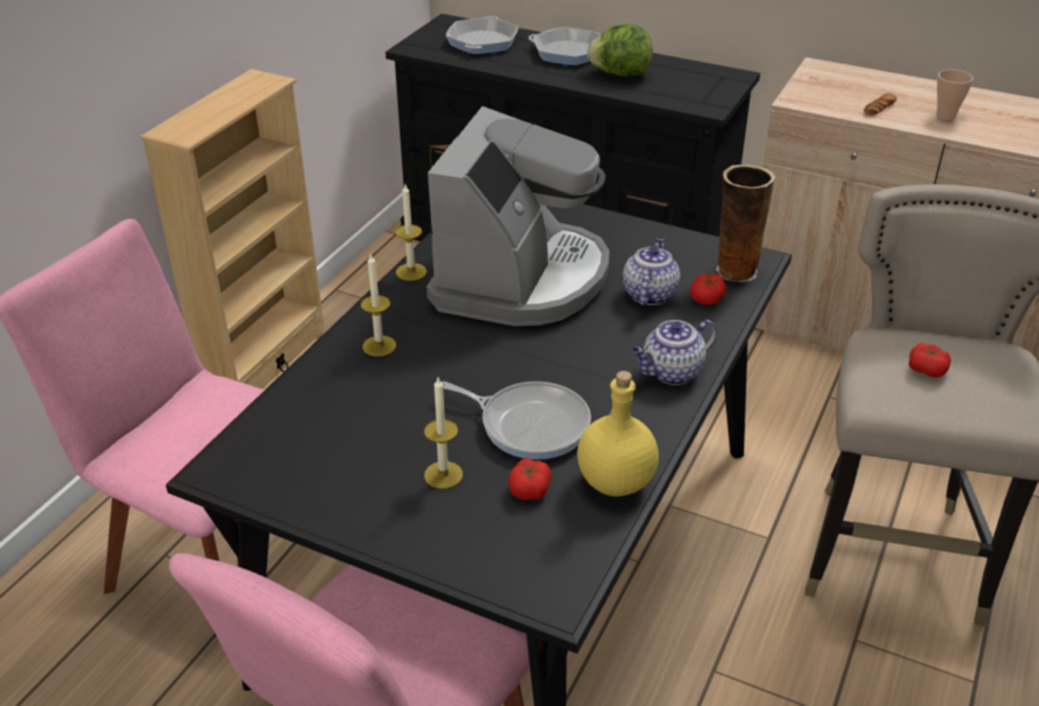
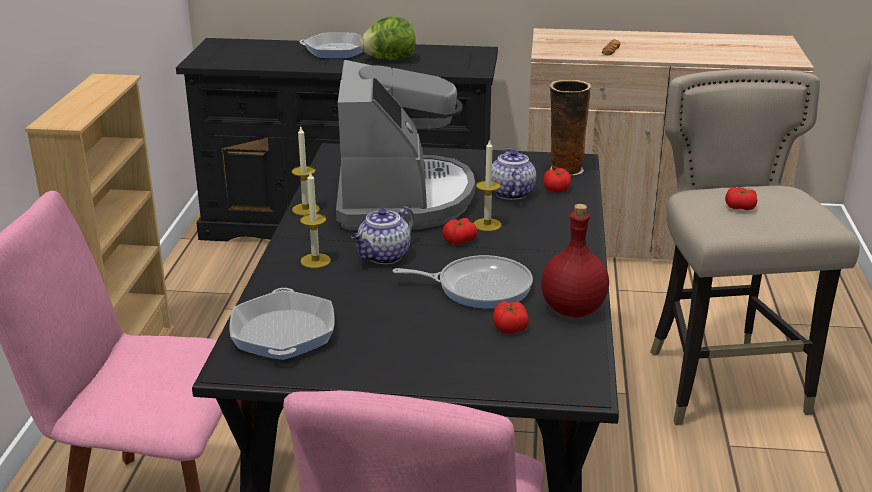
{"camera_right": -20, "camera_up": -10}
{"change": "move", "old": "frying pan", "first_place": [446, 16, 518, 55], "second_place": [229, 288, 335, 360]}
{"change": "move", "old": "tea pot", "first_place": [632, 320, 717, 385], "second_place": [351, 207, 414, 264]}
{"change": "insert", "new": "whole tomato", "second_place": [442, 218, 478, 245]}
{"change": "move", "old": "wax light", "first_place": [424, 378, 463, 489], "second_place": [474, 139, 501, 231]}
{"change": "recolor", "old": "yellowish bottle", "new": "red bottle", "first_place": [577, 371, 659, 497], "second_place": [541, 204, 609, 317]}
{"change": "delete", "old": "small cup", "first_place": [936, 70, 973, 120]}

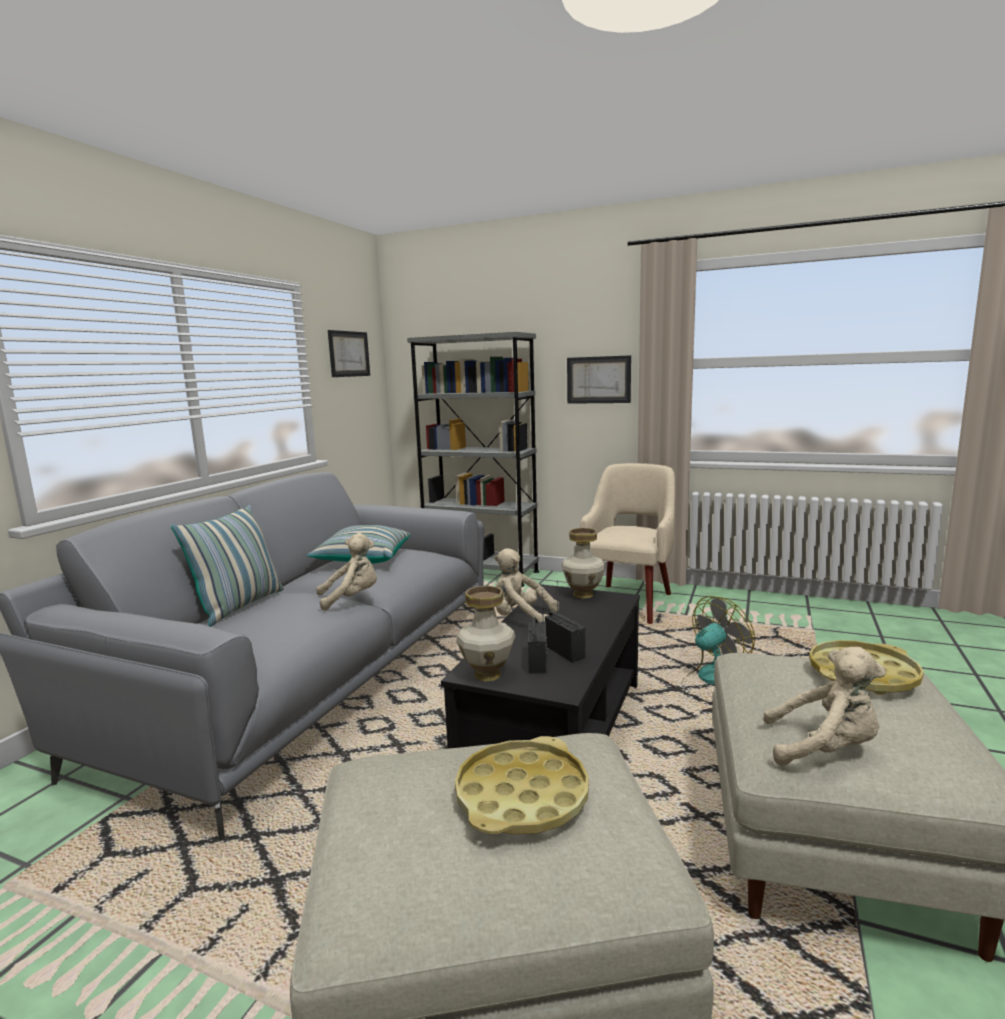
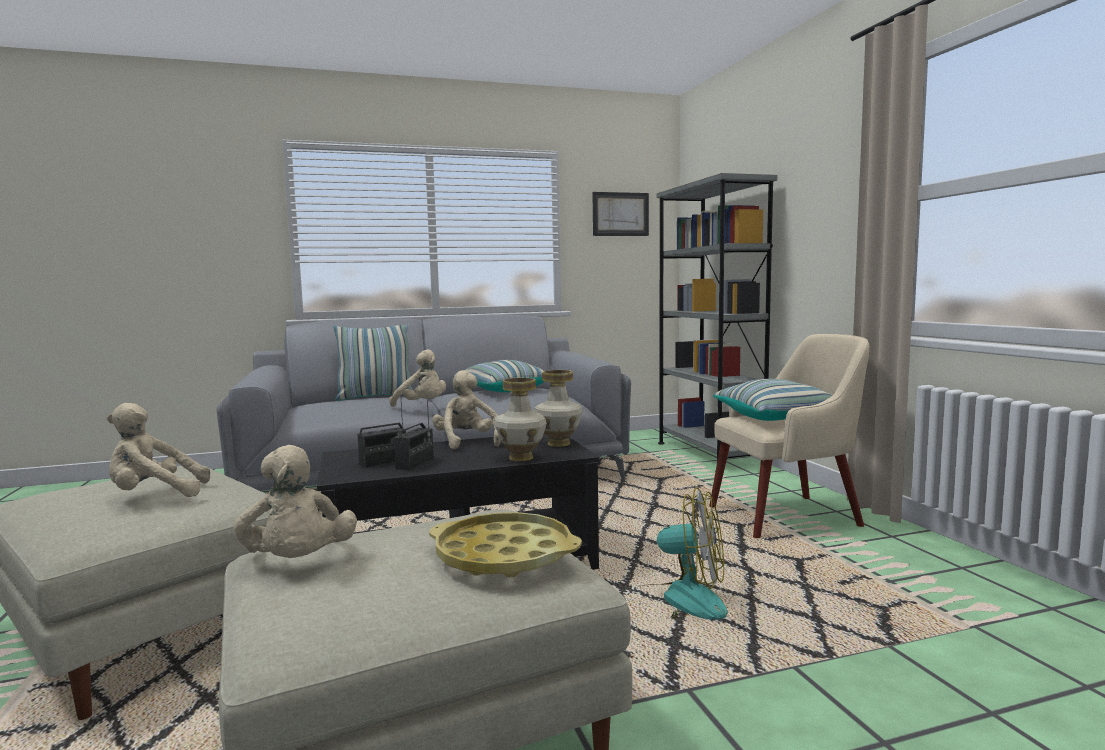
{"camera_right": 50, "camera_up": -5}
{"change": "replace", "old": "yellowish tray", "new": "beige plush toy", "first_place": [455, 736, 589, 834], "second_place": [107, 403, 210, 497]}
{"change": "move", "old": "vase", "first_place": [456, 586, 515, 681], "second_place": [494, 378, 547, 461]}
{"change": "insert", "new": "throw pillow", "second_place": [713, 379, 832, 421]}
{"change": "delete", "old": "picture", "first_place": [567, 355, 631, 404]}

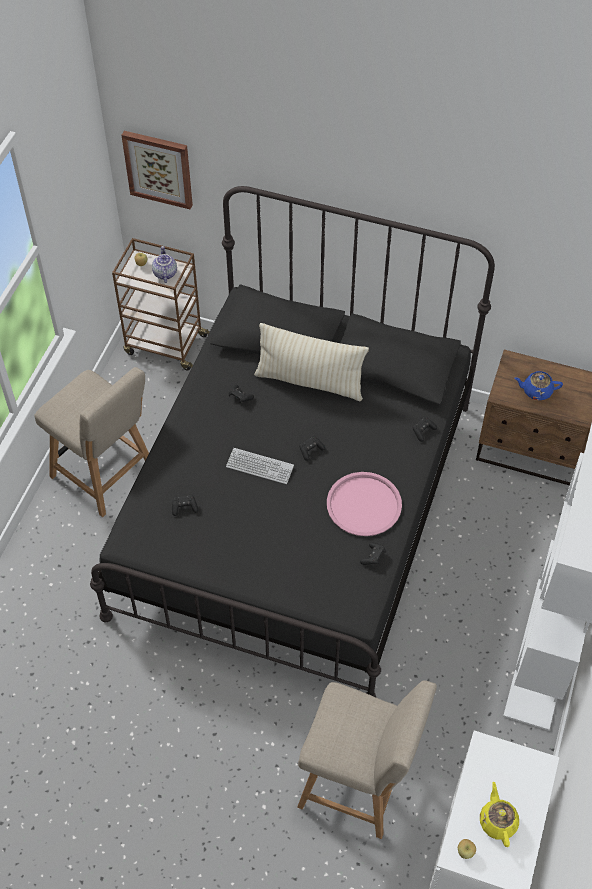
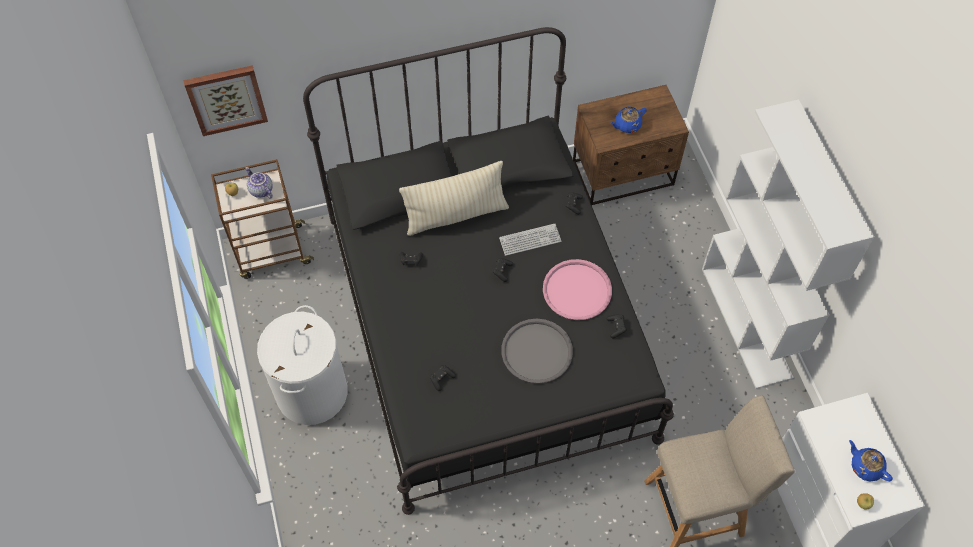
{"camera_right": -35, "camera_up": 5}
{"change": "replace", "old": "beige plain chair", "new": "white-coloured washing basket", "first_place": [34, 367, 149, 517], "second_place": [257, 305, 348, 425]}
{"change": "move", "old": "keyboard", "first_place": [226, 448, 294, 484], "second_place": [499, 224, 561, 256]}
{"change": "insert", "new": "gray tray", "second_place": [501, 319, 573, 384]}
{"change": "recolor", "old": "yellowish tea pot", "new": "bluish tea pot", "first_place": [480, 781, 519, 847], "second_place": [849, 440, 893, 482]}

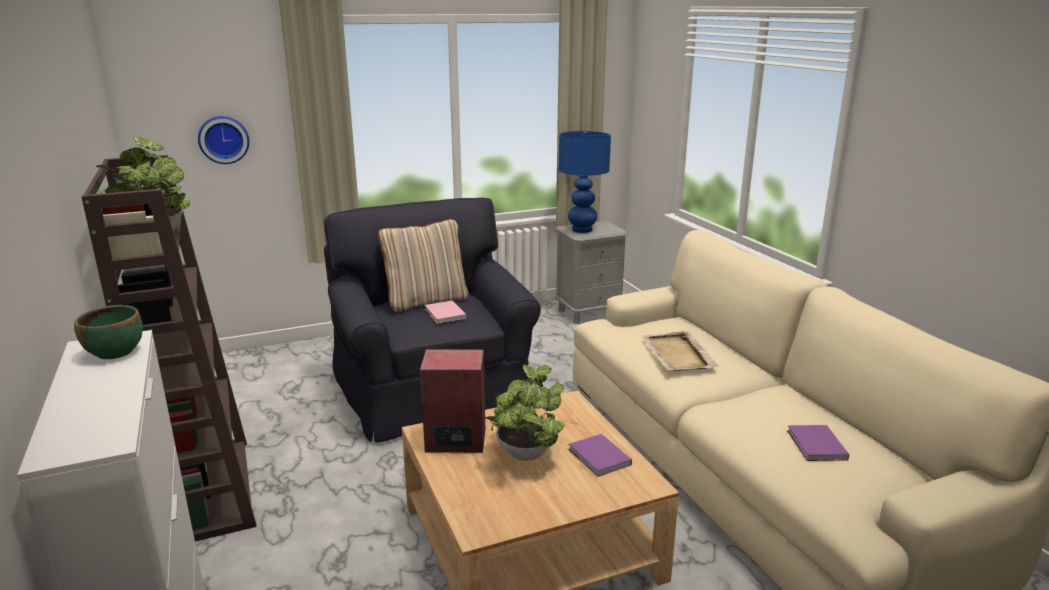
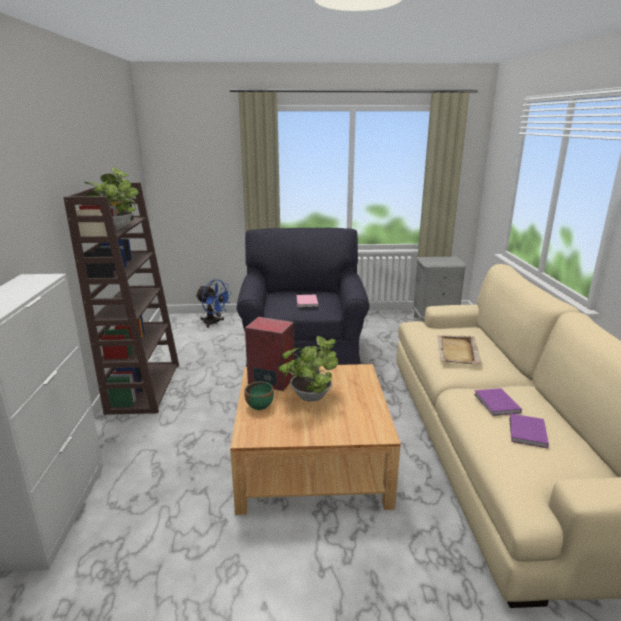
{"camera_right": 20, "camera_up": 0}
{"change": "insert", "new": "bluish fan", "second_place": [195, 280, 232, 328]}
{"change": "move", "old": "greenish serving bowl", "first_place": [74, 305, 143, 359], "second_place": [244, 381, 274, 410]}
{"change": "move", "old": "purplish book", "first_place": [569, 434, 632, 477], "second_place": [474, 388, 522, 416]}
{"change": "delete", "old": "wall clock", "first_place": [198, 116, 249, 164]}
{"change": "delete", "old": "beige throw pillow", "first_place": [378, 219, 468, 312]}
{"change": "delete", "old": "bluish tabletop lamp", "first_place": [559, 131, 611, 233]}

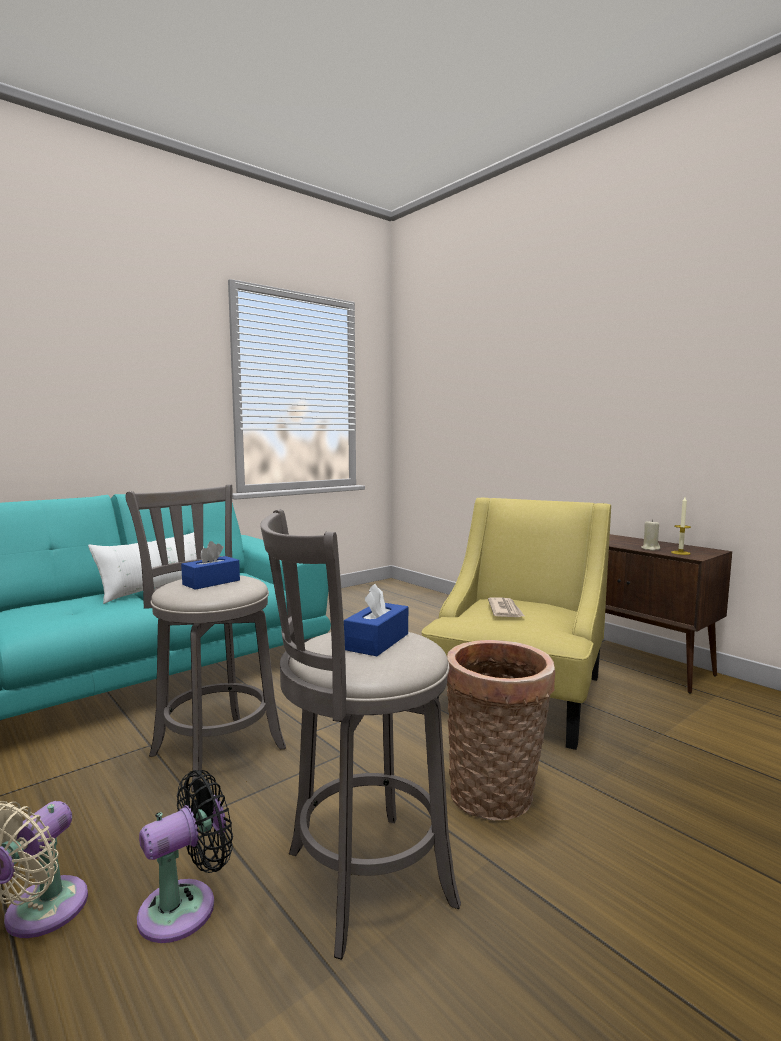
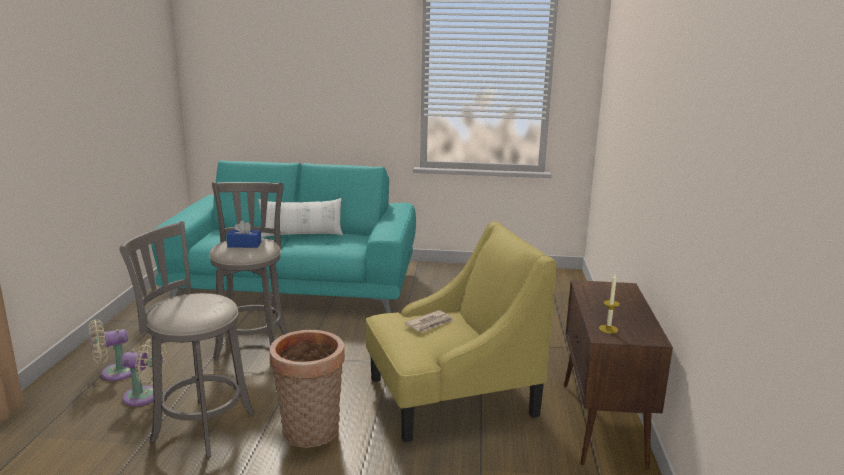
{"camera_right": 45, "camera_up": 10}
{"change": "recolor", "old": "blackish fan", "new": "beige fan", "first_place": [137, 770, 233, 943], "second_place": [121, 338, 167, 406]}
{"change": "delete", "old": "bluish tissue holder", "first_place": [344, 584, 408, 656]}
{"change": "delete", "old": "beige wax light", "first_place": [641, 520, 660, 551]}

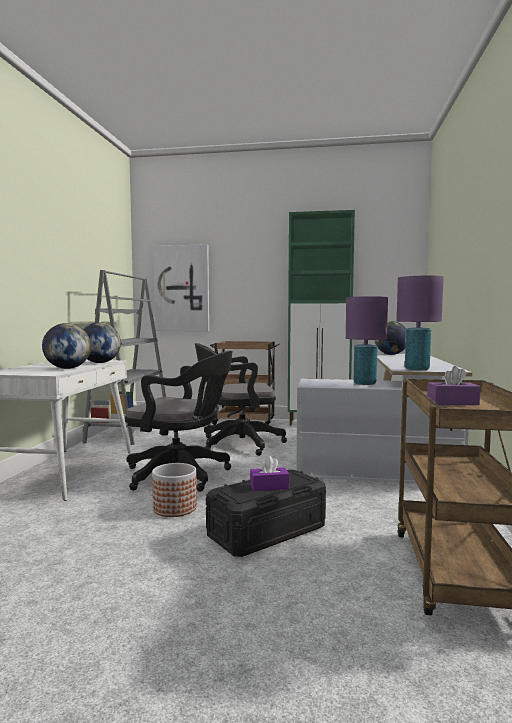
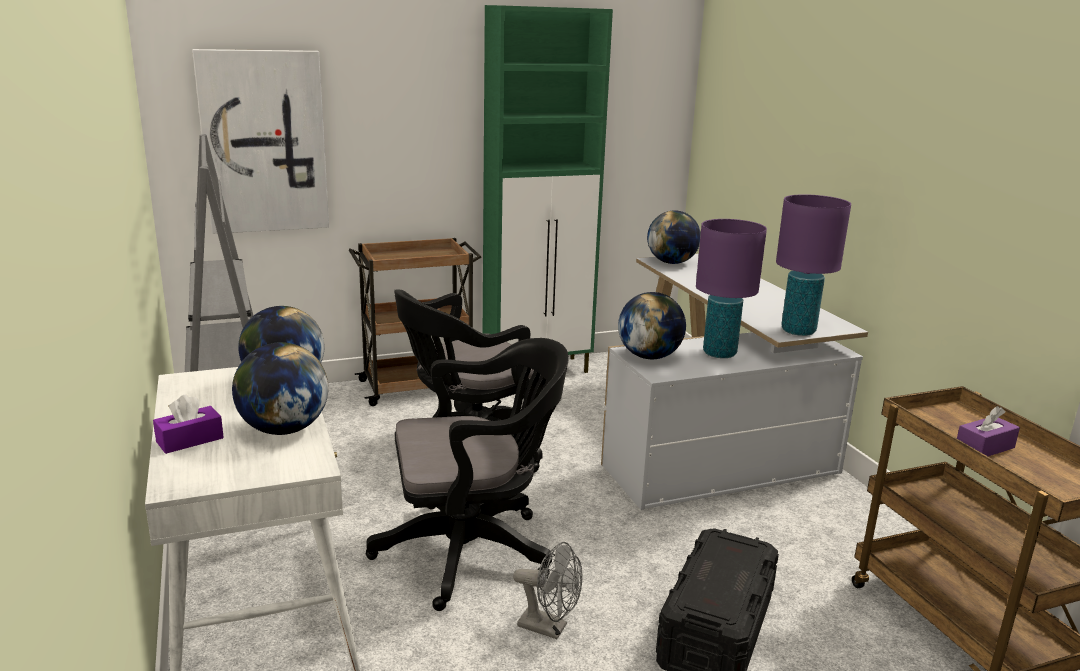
{"camera_right": -30, "camera_up": 15}
{"change": "move", "old": "purplish tissue holder", "first_place": [250, 456, 289, 491], "second_place": [153, 394, 224, 454]}
{"change": "replace", "old": "flower pot", "new": "gray fan", "first_place": [152, 463, 197, 517], "second_place": [513, 542, 582, 639]}
{"change": "insert", "new": "globe", "second_place": [618, 292, 686, 359]}

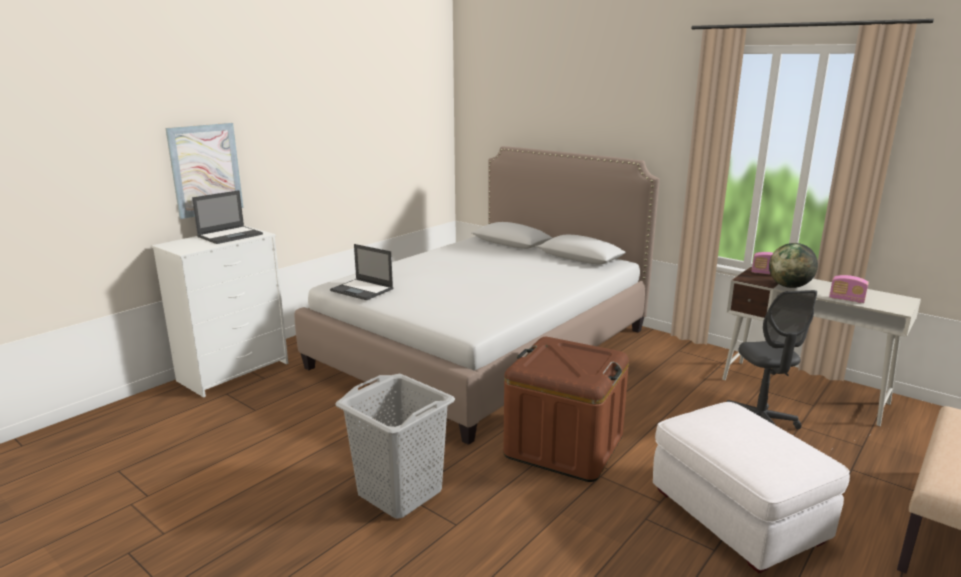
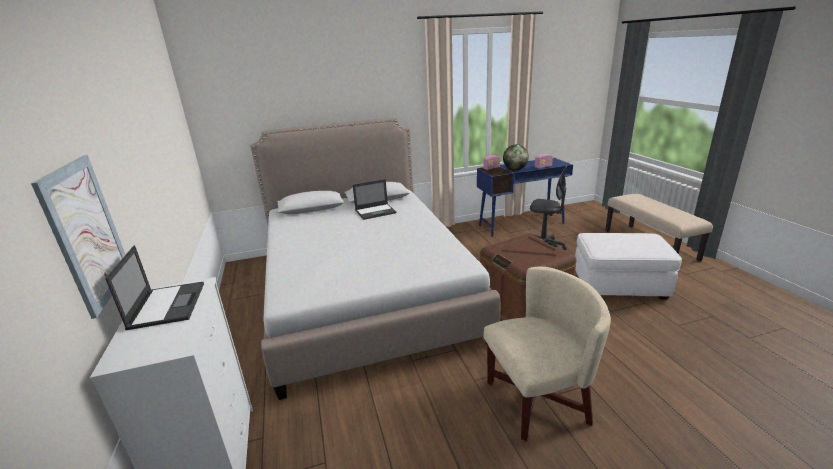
{"camera_right": -55, "camera_up": 5}
{"change": "move", "old": "notebook computer", "first_place": [330, 244, 393, 300], "second_place": [353, 179, 396, 220]}
{"change": "recolor", "old": "white-coloured desk unit", "new": "bluish desk unit", "first_place": [722, 267, 921, 426], "second_place": [477, 158, 573, 237]}
{"change": "replace", "old": "gray washing basket", "new": "beige lounge chair", "first_place": [335, 374, 455, 519], "second_place": [483, 267, 611, 441]}

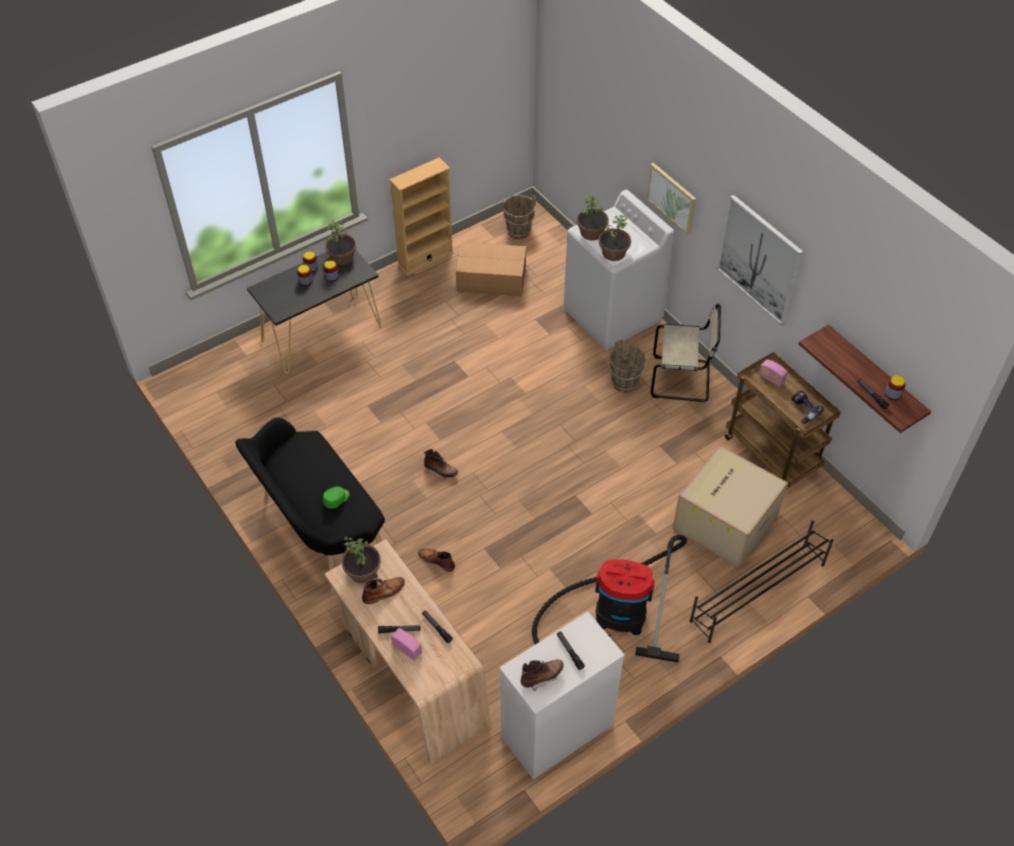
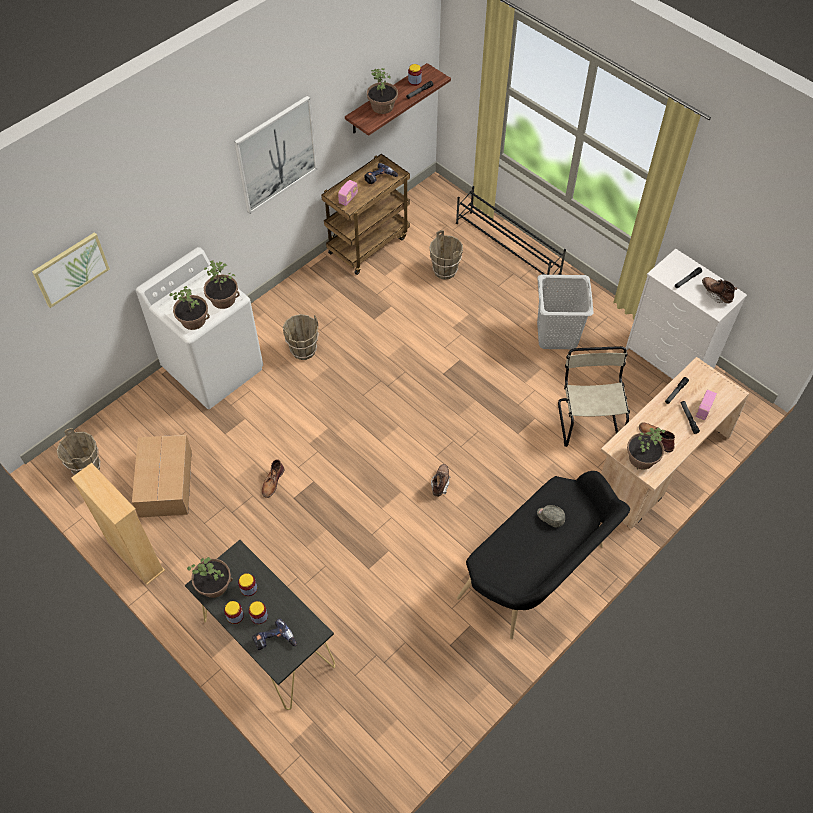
{"camera_right": -100, "camera_up": 5}
{"change": "move", "old": "picture", "first_place": [646, 163, 696, 235], "second_place": [32, 232, 110, 308]}
{"change": "insert", "new": "electric drill", "second_place": [252, 619, 297, 650]}
{"change": "move", "old": "brownish tall boot", "first_place": [418, 548, 455, 572], "second_place": [262, 459, 284, 498]}
{"change": "insert", "new": "plant in a pot", "second_place": [367, 68, 398, 114]}
{"change": "replace", "old": "carton", "new": "brownish pail", "first_place": [673, 445, 788, 568], "second_place": [429, 230, 463, 280]}
{"change": "replace", "old": "hoover", "new": "gray washing basket", "first_place": [532, 535, 687, 662], "second_place": [537, 275, 594, 349]}
{"change": "recolor", "old": "greenish peaked cap", "new": "gray peaked cap", "first_place": [323, 486, 350, 509], "second_place": [537, 505, 565, 527]}
{"change": "move", "old": "beige plain chair", "first_place": [651, 303, 721, 402], "second_place": [558, 346, 630, 447]}

